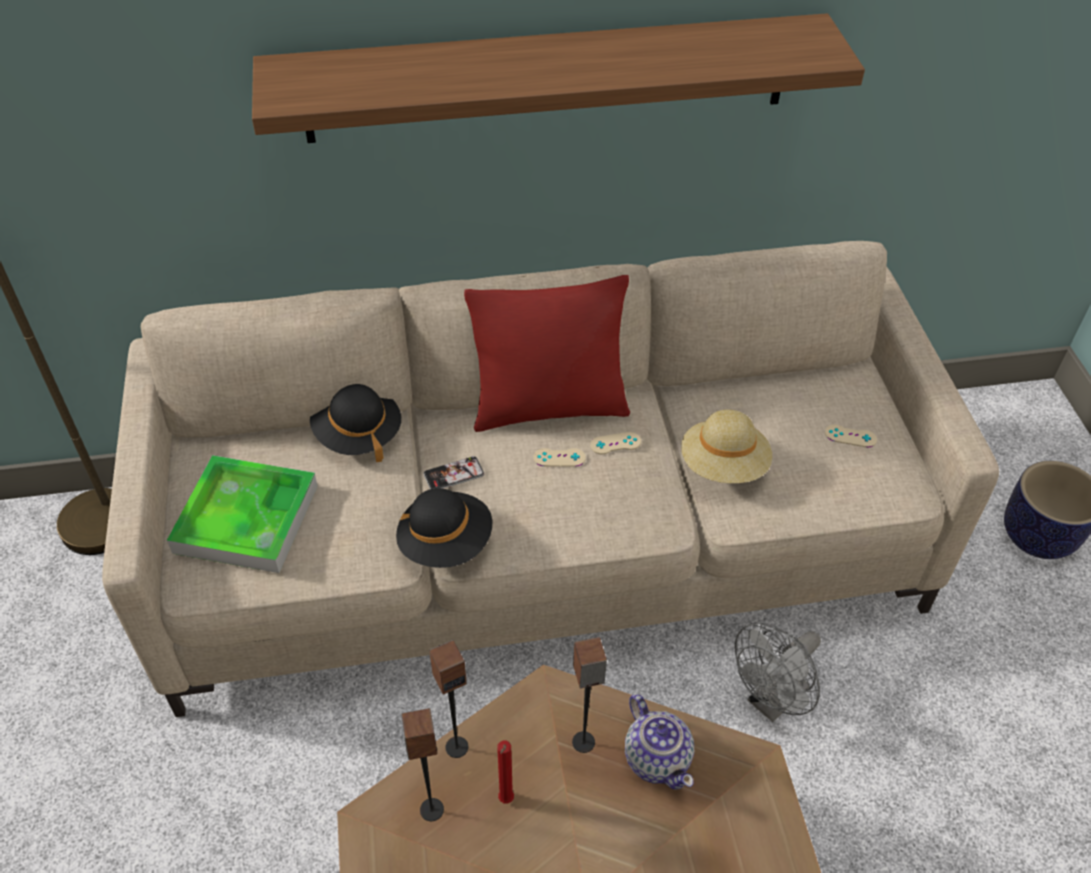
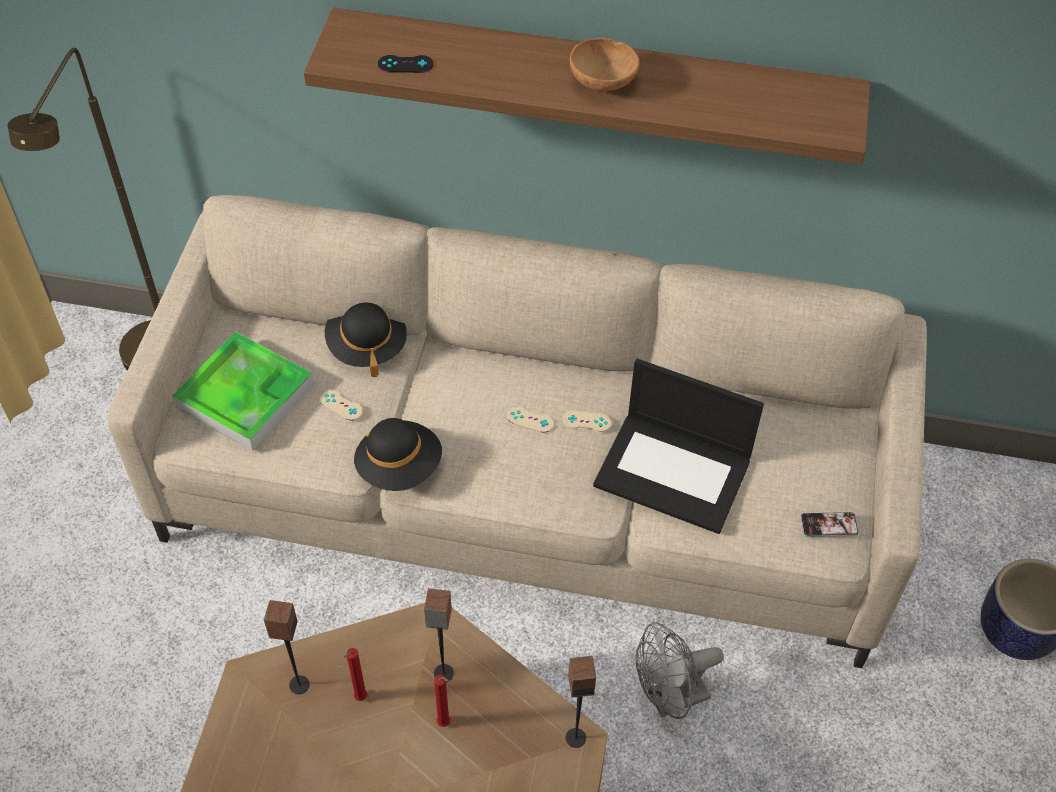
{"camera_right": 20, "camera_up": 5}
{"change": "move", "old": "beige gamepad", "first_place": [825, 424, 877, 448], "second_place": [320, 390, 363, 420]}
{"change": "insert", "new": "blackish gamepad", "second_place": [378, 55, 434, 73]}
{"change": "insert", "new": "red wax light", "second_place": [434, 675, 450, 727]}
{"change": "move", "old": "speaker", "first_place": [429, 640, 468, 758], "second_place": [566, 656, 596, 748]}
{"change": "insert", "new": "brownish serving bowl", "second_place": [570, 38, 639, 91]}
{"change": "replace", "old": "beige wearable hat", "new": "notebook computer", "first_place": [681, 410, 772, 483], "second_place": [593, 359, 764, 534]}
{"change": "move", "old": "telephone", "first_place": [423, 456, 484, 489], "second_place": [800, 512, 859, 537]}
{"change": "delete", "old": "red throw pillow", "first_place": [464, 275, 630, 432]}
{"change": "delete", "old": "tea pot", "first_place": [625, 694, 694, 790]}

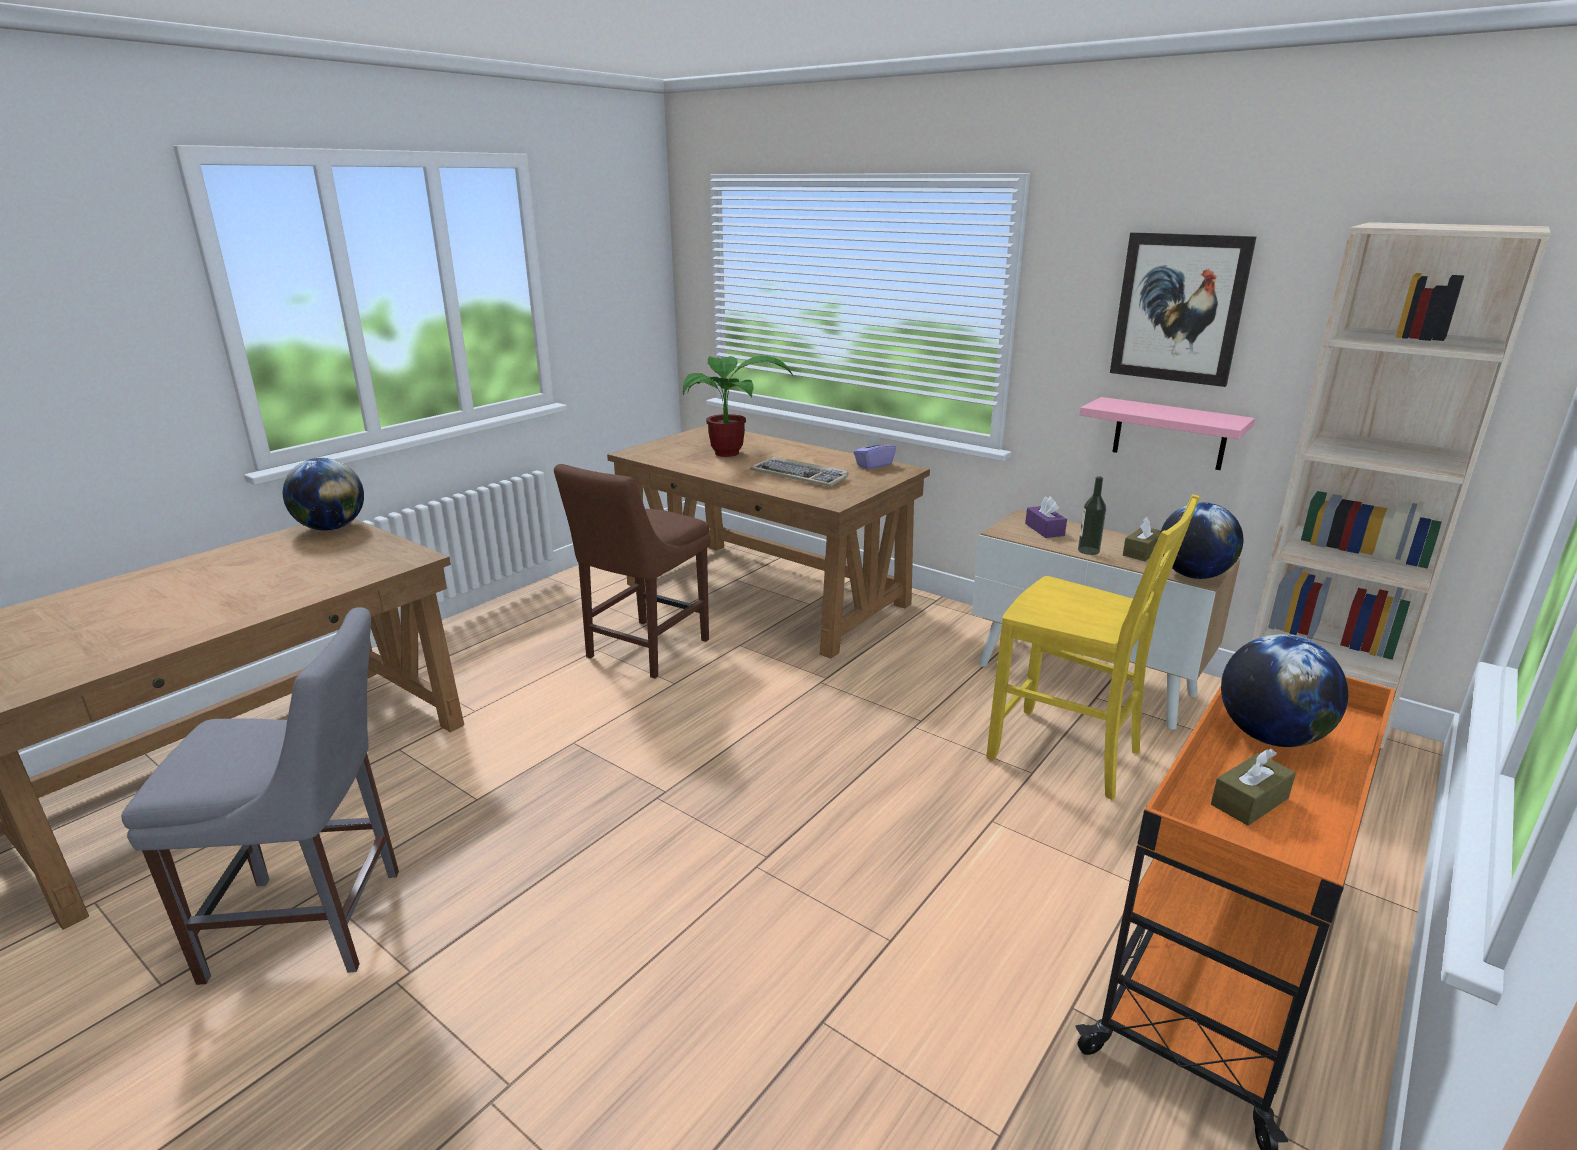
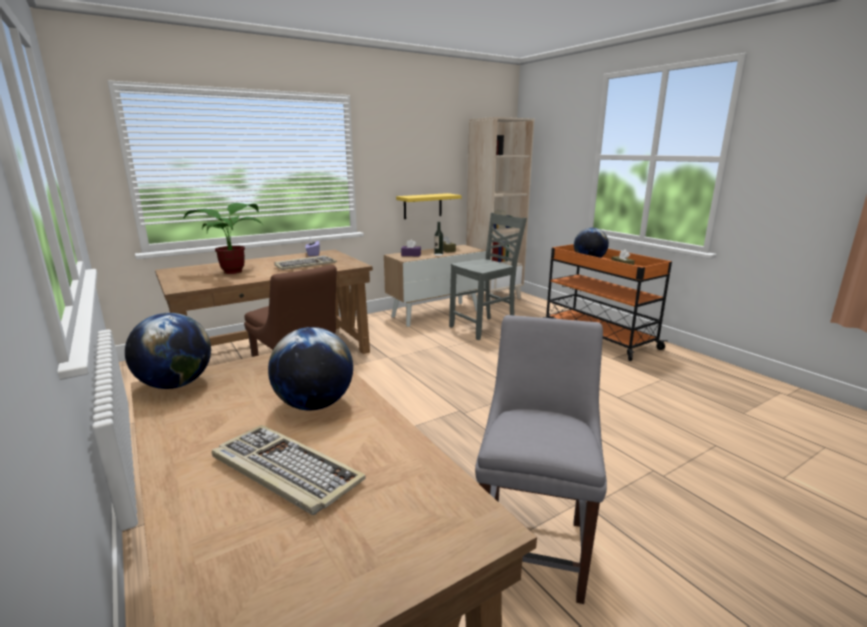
{"camera_right": -70, "camera_up": -5}
{"change": "insert", "new": "keyboard", "second_place": [212, 425, 366, 515]}
{"change": "move", "old": "globe", "first_place": [1160, 502, 1244, 579], "second_place": [268, 327, 353, 410]}
{"change": "recolor", "old": "pinkish bracket shelf", "new": "yellowish bracket shelf", "first_place": [1079, 397, 1255, 470], "second_place": [396, 193, 461, 219]}
{"change": "recolor", "old": "yellowish plain chair", "new": "gray plain chair", "first_place": [987, 494, 1199, 800], "second_place": [449, 213, 527, 340]}
{"change": "delete", "old": "picture", "first_place": [1110, 232, 1257, 387]}

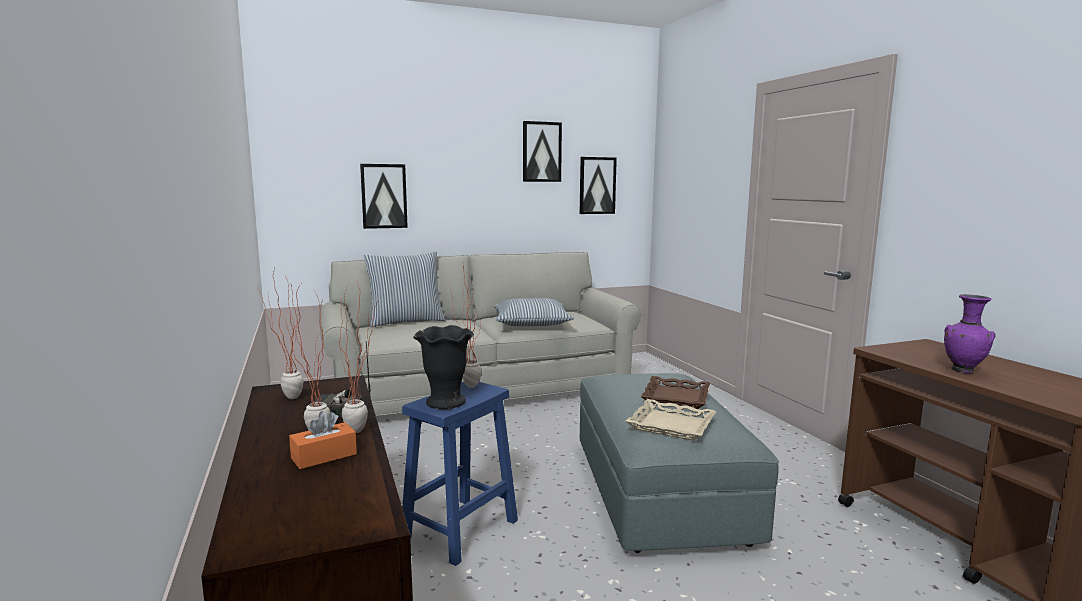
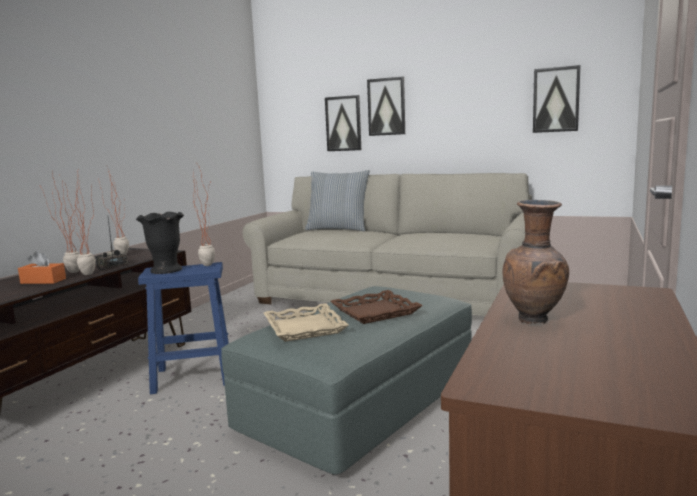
{"camera_right": 45, "camera_up": 0}
{"change": "move", "old": "picture", "first_place": [523, 121, 562, 182], "second_place": [367, 76, 405, 136]}
{"change": "recolor", "old": "purplish vase", "new": "brownish vase", "first_place": [944, 294, 996, 374], "second_place": [502, 200, 569, 324]}
{"change": "delete", "old": "throw pillow", "first_place": [494, 298, 574, 326]}

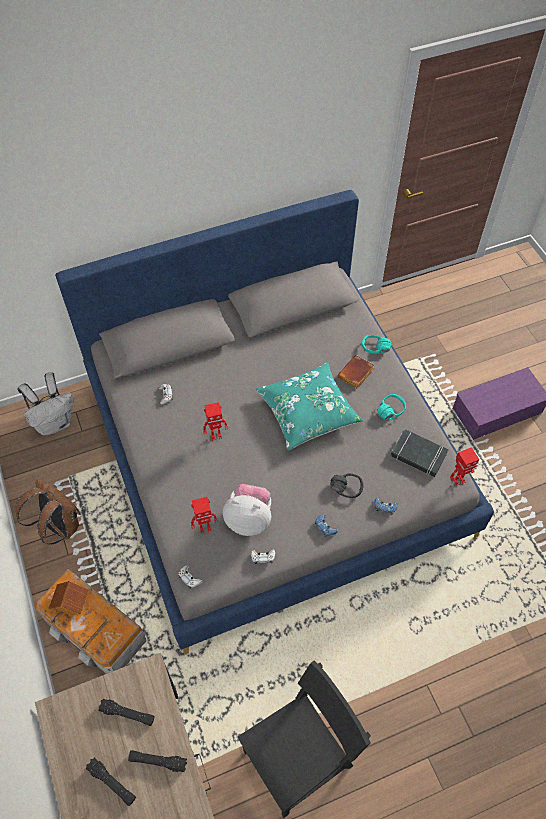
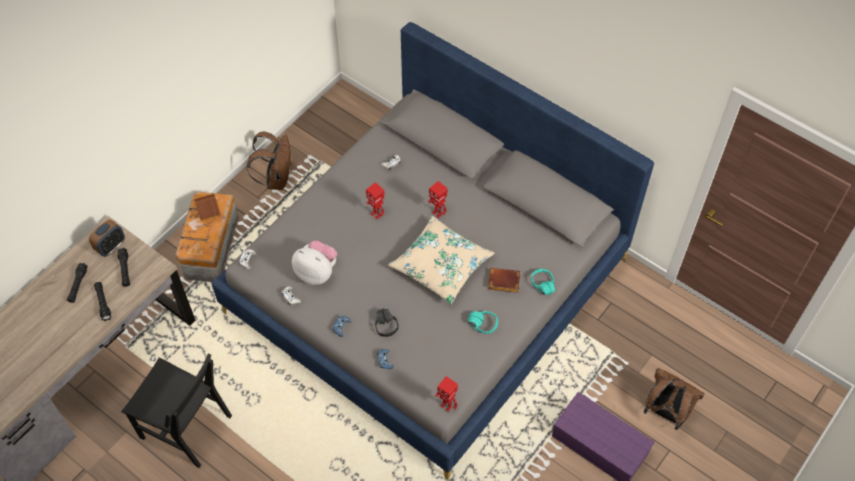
{"camera_right": 60, "camera_up": 0}
{"change": "insert", "new": "bedside clock", "second_place": [89, 219, 125, 257]}
{"change": "rotate", "old": "plush toy", "first_place": [223, 484, 271, 536], "second_place": [292, 240, 337, 285], "degrees": -45}
{"change": "recolor", "old": "blue-green throw pillow", "new": "beige throw pillow", "first_place": [256, 362, 363, 450], "second_place": [388, 216, 494, 305]}
{"change": "move", "old": "toy robot", "first_place": [191, 497, 218, 534], "second_place": [428, 181, 448, 218]}
{"change": "insert", "new": "brownish rucksack", "second_place": [644, 368, 705, 430]}
{"change": "delete", "old": "white-coloured rucksack", "first_place": [17, 372, 74, 435]}
{"change": "delete", "old": "blackish book", "first_place": [391, 429, 448, 477]}

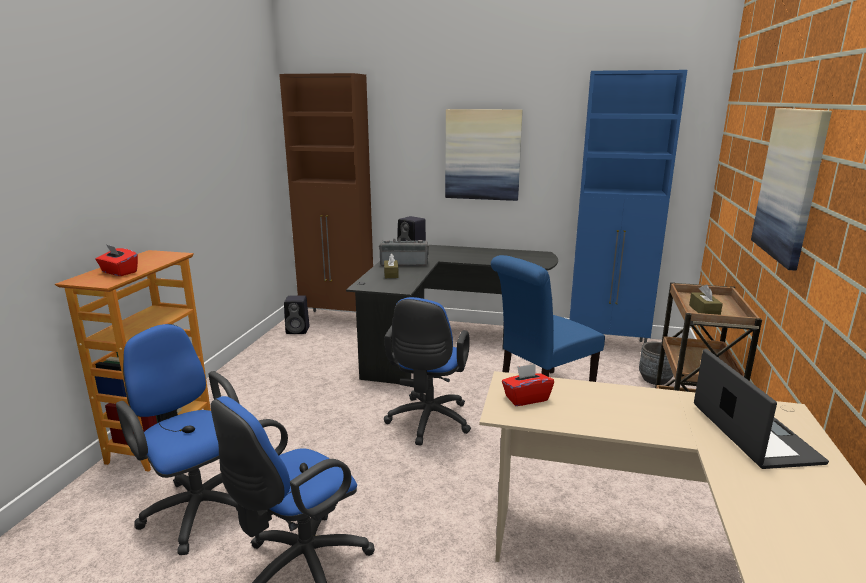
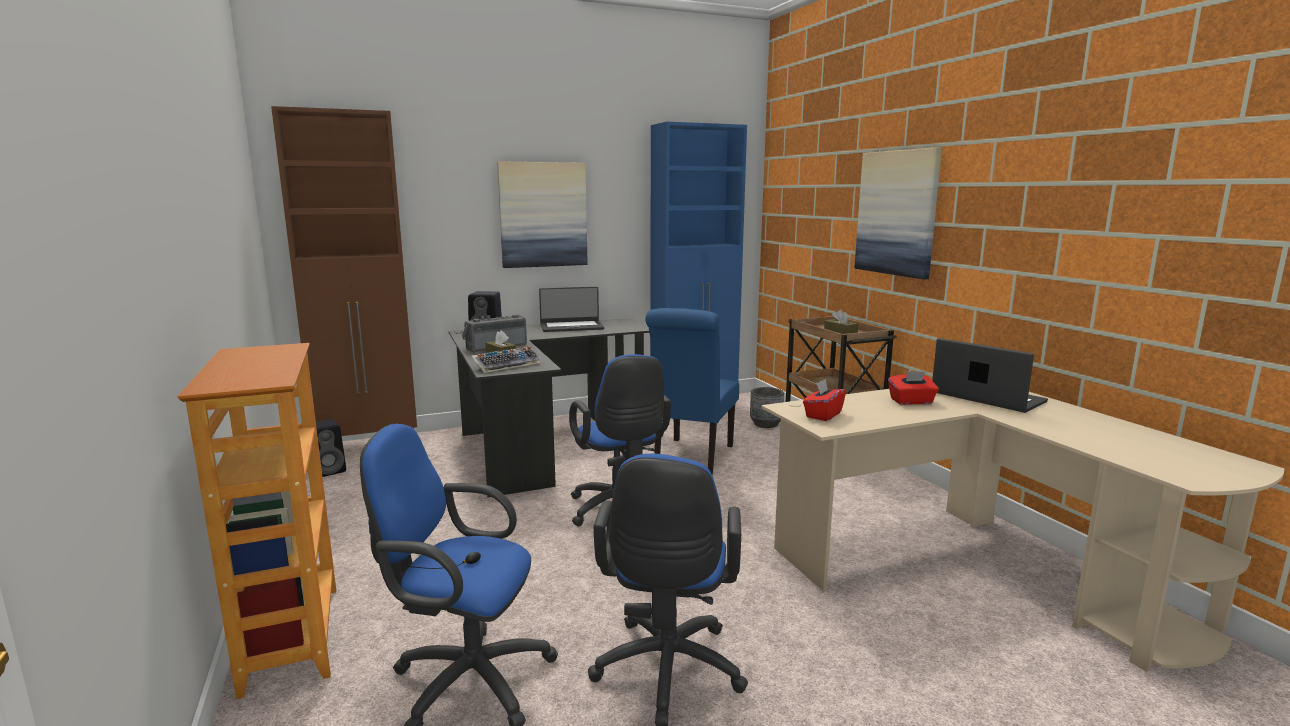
{"camera_right": -35, "camera_up": -5}
{"change": "insert", "new": "keyboard", "second_place": [472, 346, 541, 373]}
{"change": "insert", "new": "notebook computer", "second_place": [539, 287, 604, 332]}
{"change": "move", "old": "red tissue holder", "first_place": [95, 245, 138, 276], "second_place": [888, 371, 939, 405]}

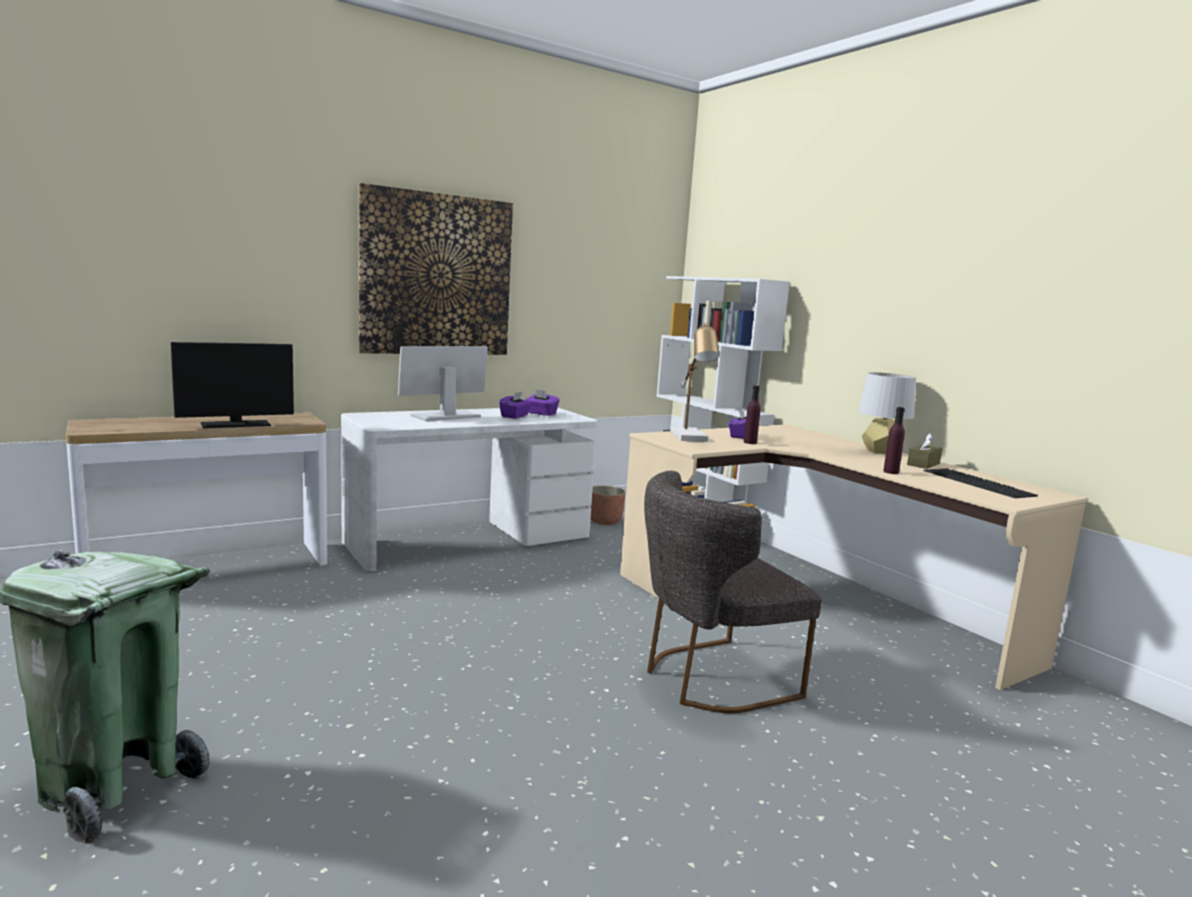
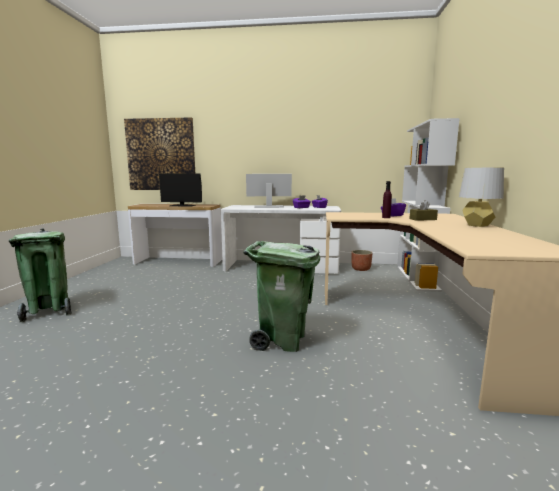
{"camera_right": 40, "camera_up": 0}
{"change": "move", "old": "picture", "first_place": [358, 183, 513, 355], "second_place": [124, 117, 195, 190]}
{"change": "replace", "old": "gray plain chair", "new": "greenish rubbish bin", "first_place": [644, 471, 822, 713], "second_place": [243, 241, 320, 352]}
{"change": "move", "old": "brownish tissue holder", "first_place": [907, 433, 942, 469], "second_place": [409, 200, 438, 221]}
{"change": "delete", "old": "tabletop lamp", "first_place": [670, 322, 719, 442]}
{"change": "delete", "old": "purplish bottle", "first_place": [883, 407, 905, 474]}
{"change": "delete", "old": "keyboard", "first_place": [924, 468, 1038, 498]}

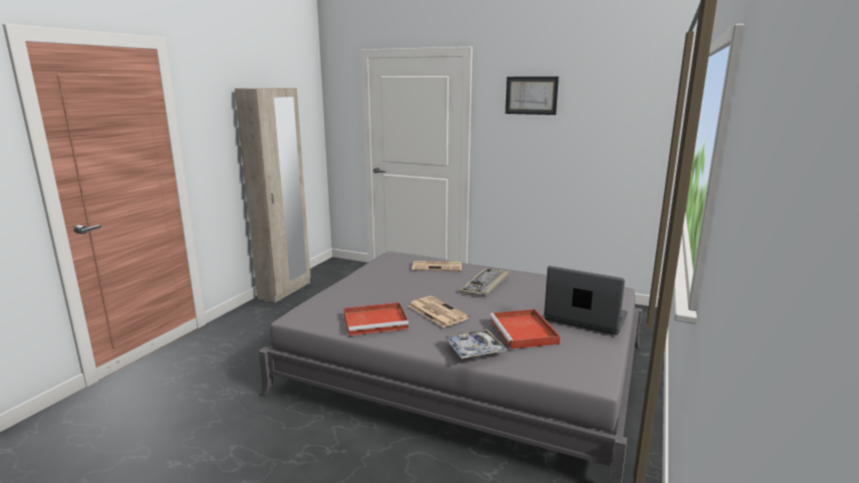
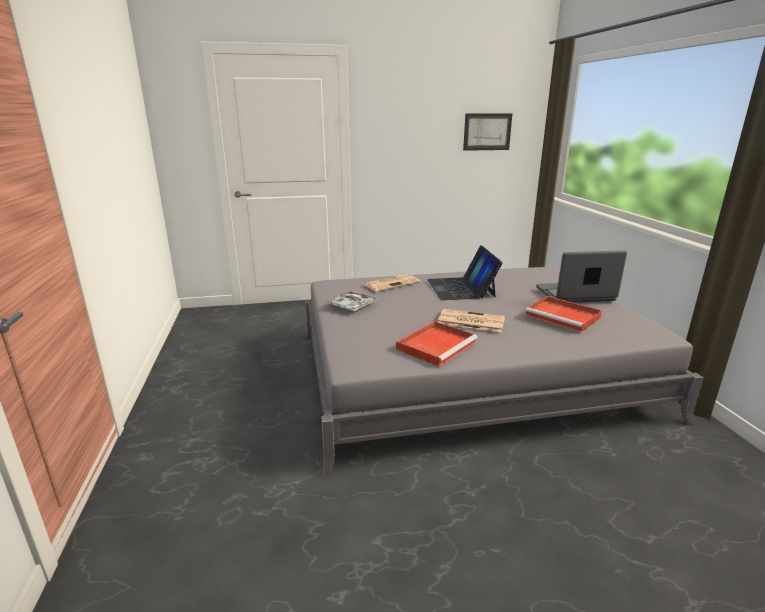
{"camera_right": -35, "camera_up": 5}
{"change": "move", "old": "tray", "first_place": [445, 329, 507, 359], "second_place": [324, 291, 378, 311]}
{"change": "replace", "old": "keyboard", "new": "notebook computer", "first_place": [459, 268, 509, 297], "second_place": [427, 245, 503, 300]}
{"change": "move", "old": "picture", "first_place": [505, 77, 559, 115], "second_place": [463, 113, 513, 151]}
{"change": "delete", "old": "beige clothes cupboard", "first_place": [235, 88, 311, 303]}

